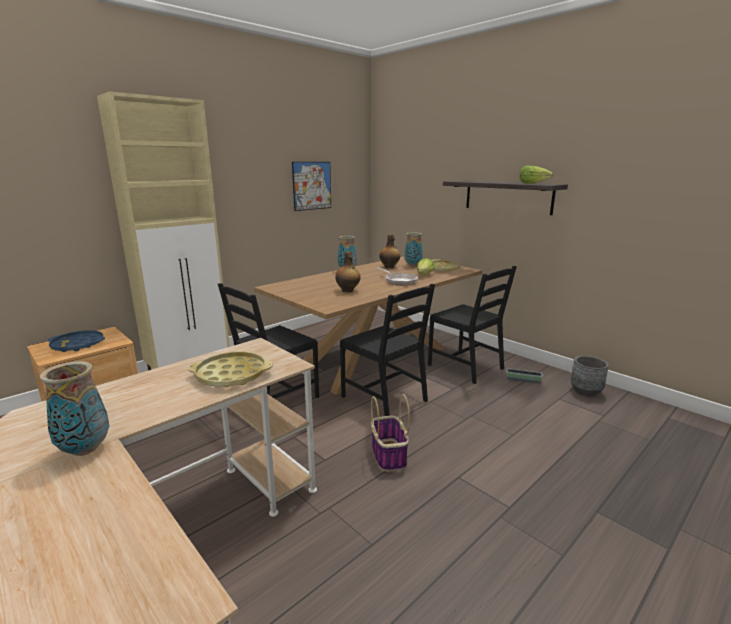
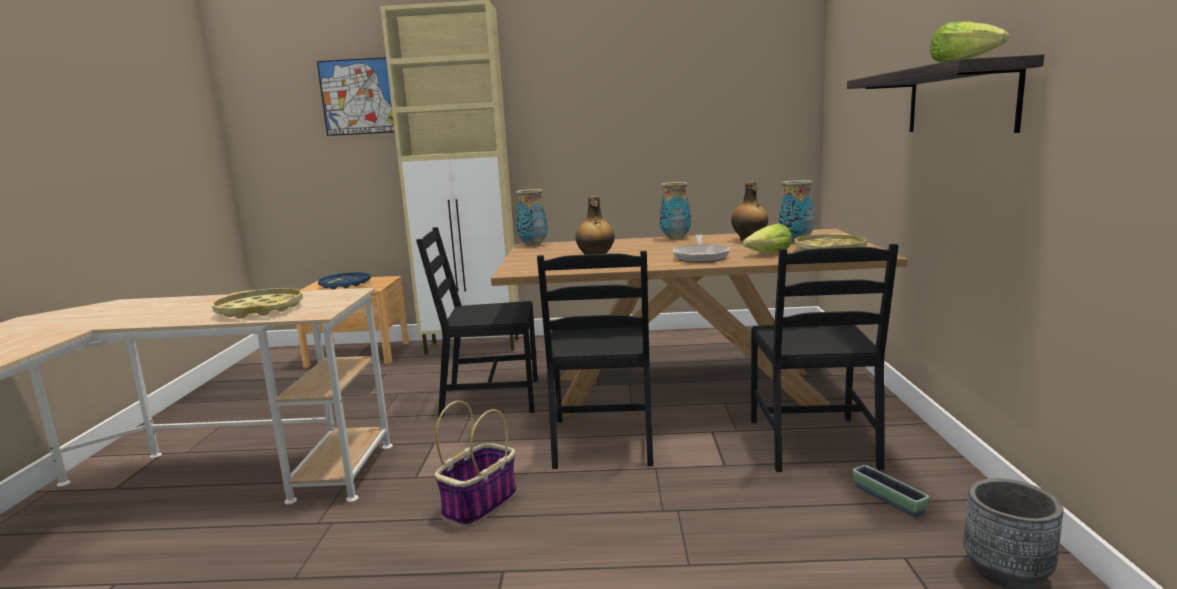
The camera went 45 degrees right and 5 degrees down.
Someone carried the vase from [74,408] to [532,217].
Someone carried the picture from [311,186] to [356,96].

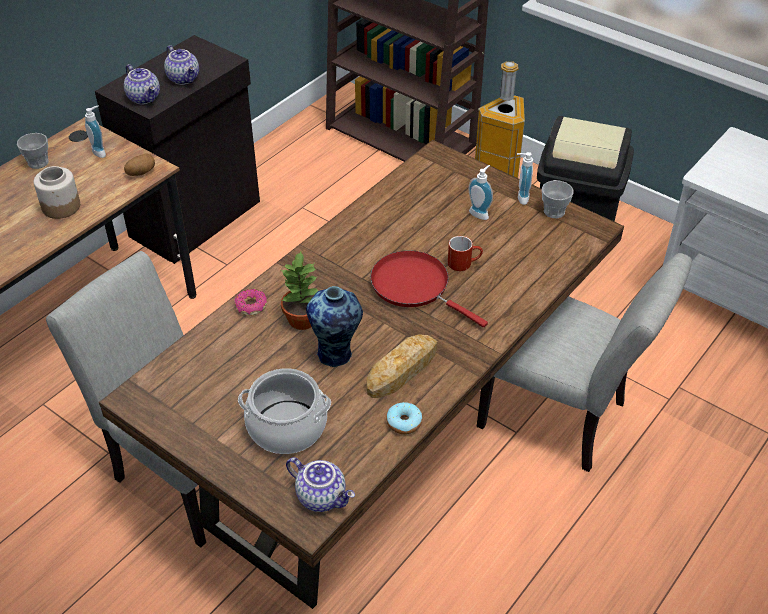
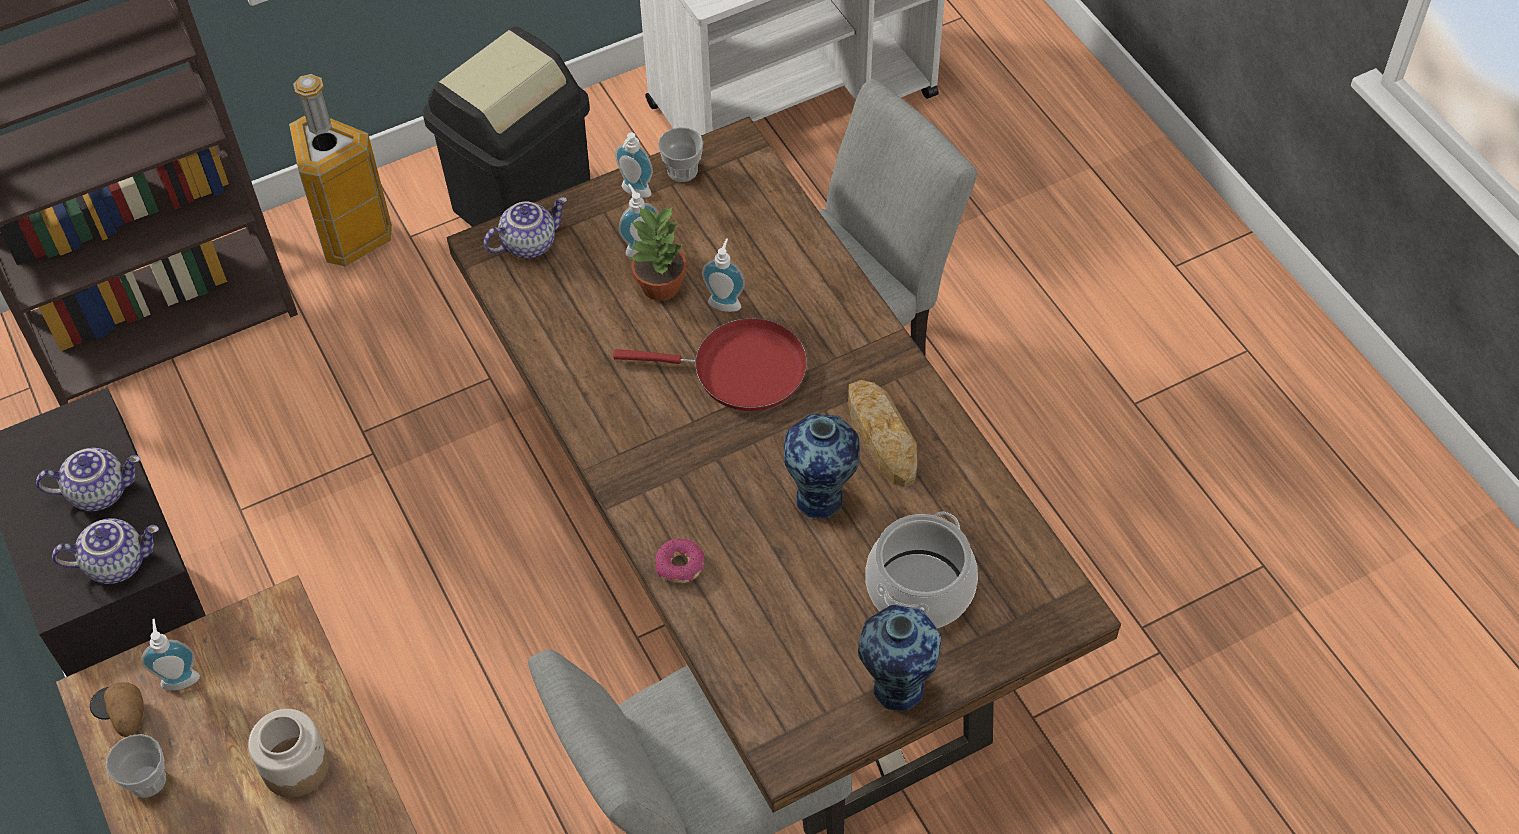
The camera went 65 degrees left and 10 degrees up.
Someone carried the potato from [139,164] to [124,710].
Someone carried the potted plant from [299,291] to [658,253].
Someone carried the teapot from [320,484] to [525,227].
Someone rotated the red frying pan at [429,288] by 150 degrees counterclockwise.
Someone took away the donut at [404,418].
Someone swapped the red mug at [465,253] for the soap dispenser at [723,275].
Someone put down the vase at [899,658].

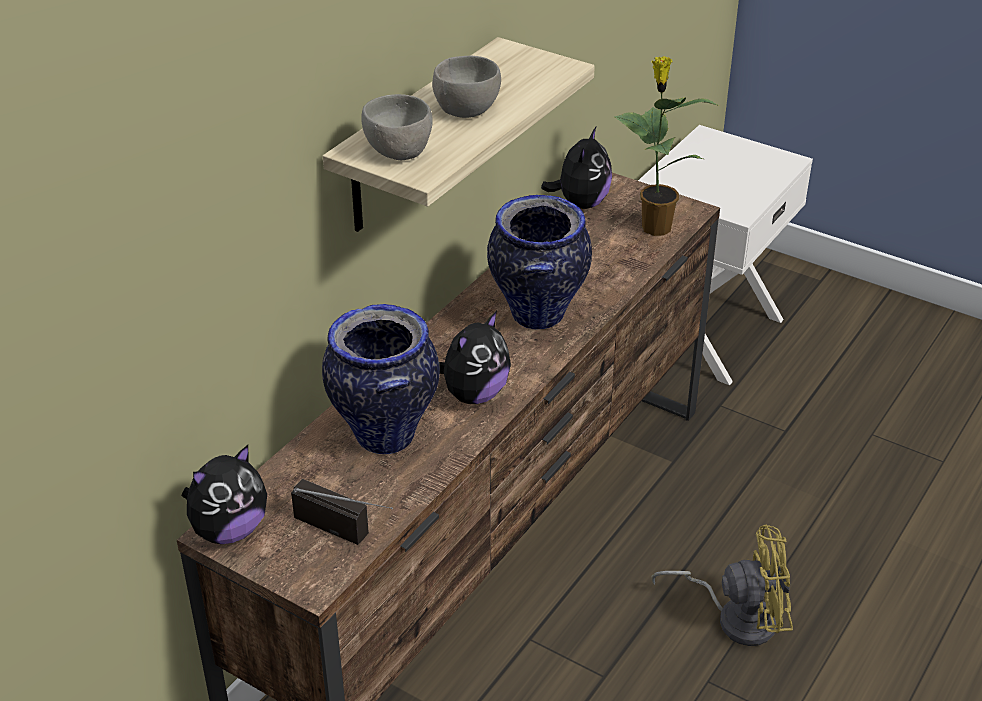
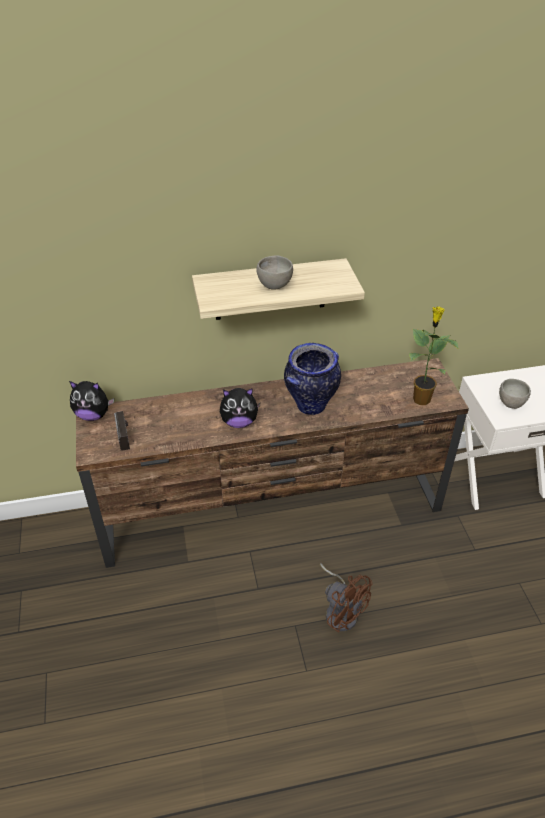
The camera went 45 degrees right and 5 degrees up.
Someone took away the vase at [381,379].
Someone carried the grey bowl from [397,127] to [515,394].
Someone took away the plush toy at [576,168].
Someone repainted the yellow fan at [722,585], which became the brown fan at [346,598].

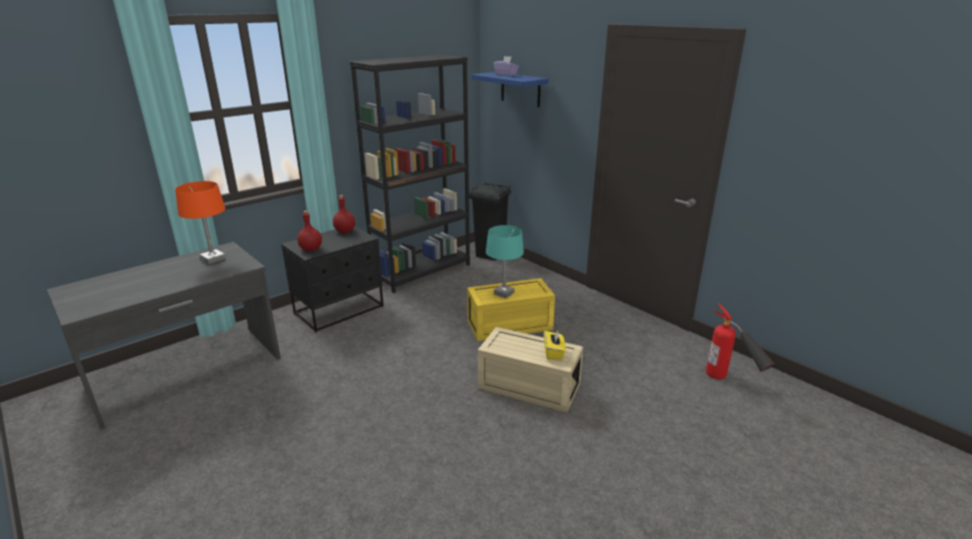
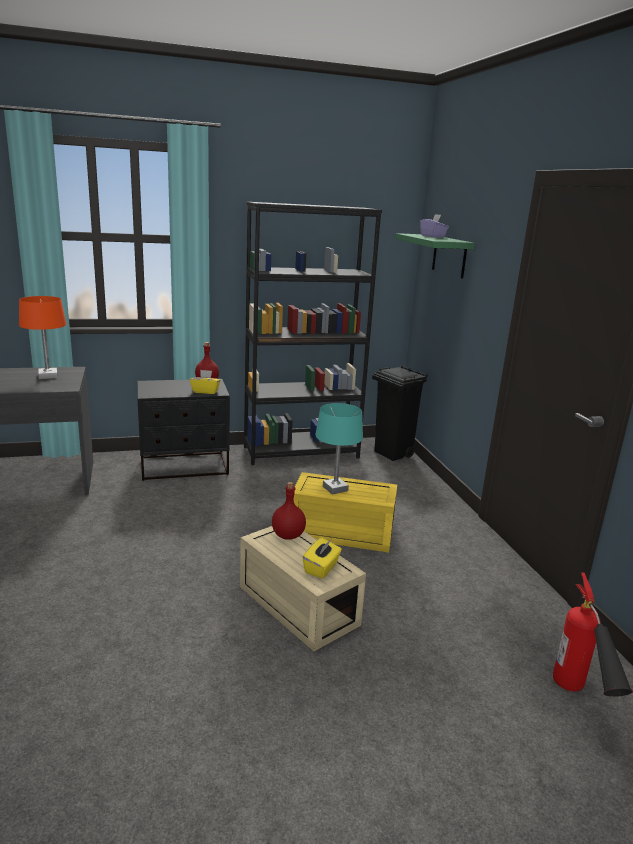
The camera went 25 degrees right and 5 degrees down.
Someone carried the red bottle from [309,231] to [289,511].
Someone repainted the blue shelf at [510,89], which became the green shelf at [435,256].
Someone put down the yellow tissue box at [205,382].

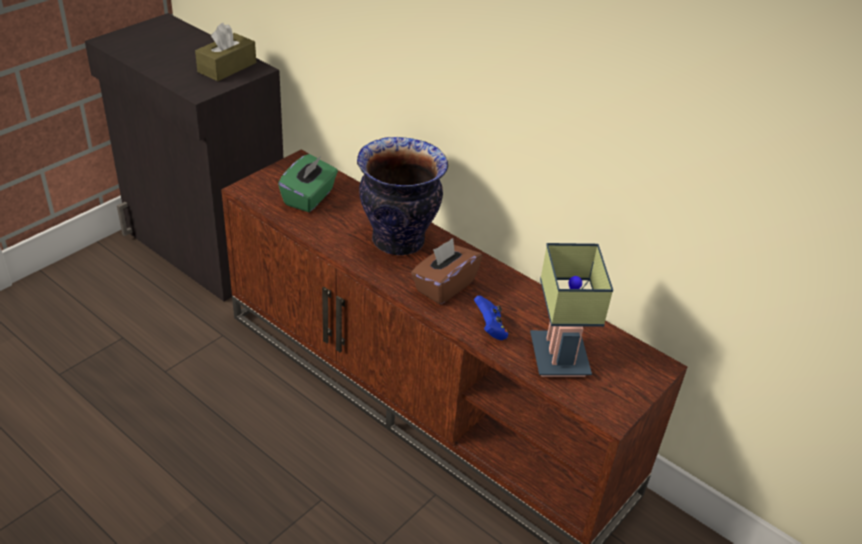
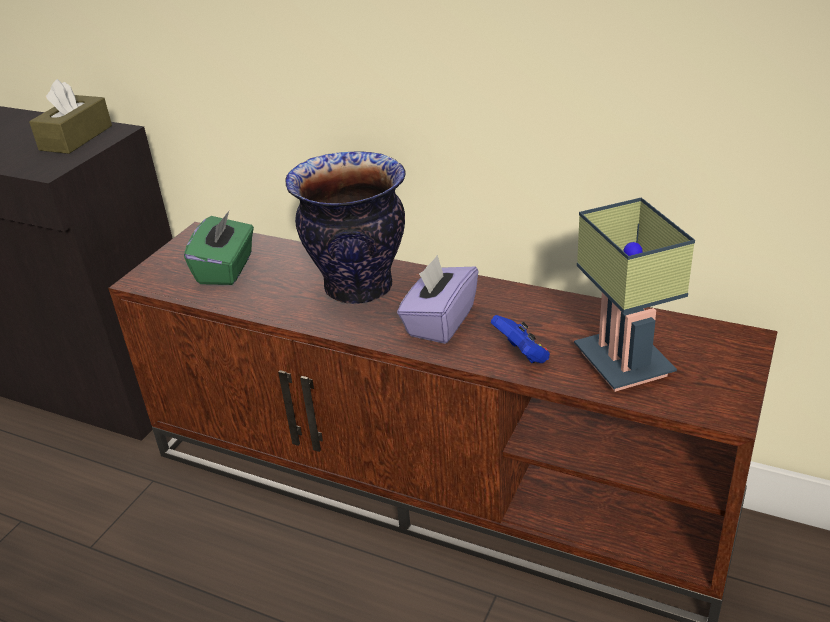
The camera went 10 degrees left and 5 degrees down.
Someone repainted the brown tissue box at [446,271], which became the purple tissue box at [437,299].

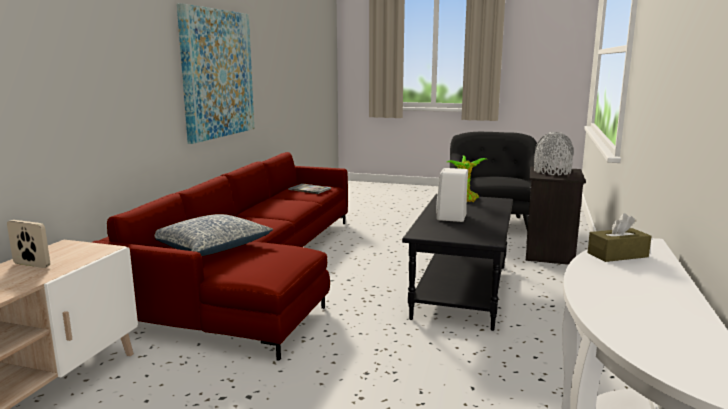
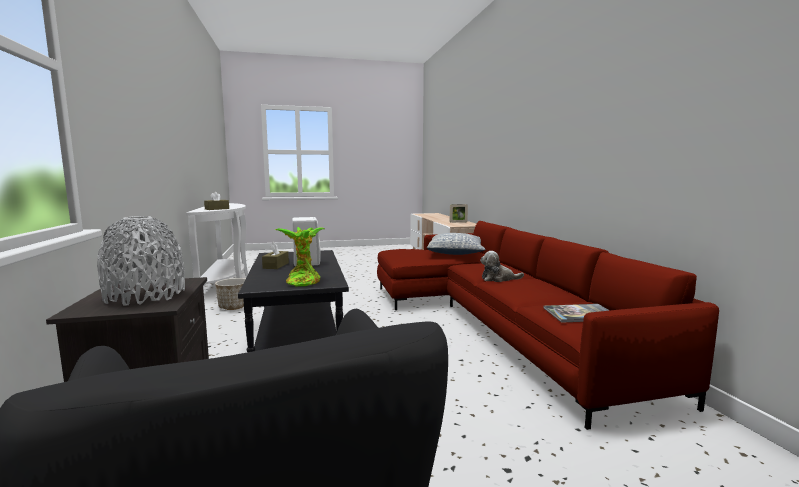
The camera went 150 degrees right and 5 degrees down.
Someone took away the picture at [215,73].
Someone put down the planter at [230,294].
Someone put down the brown tissue box at [275,255].
Someone put down the plush toy at [502,266].

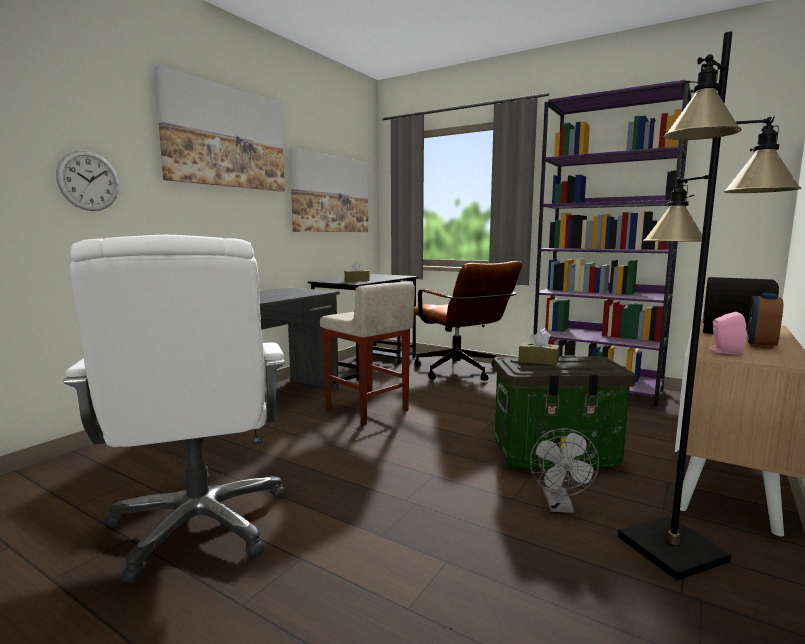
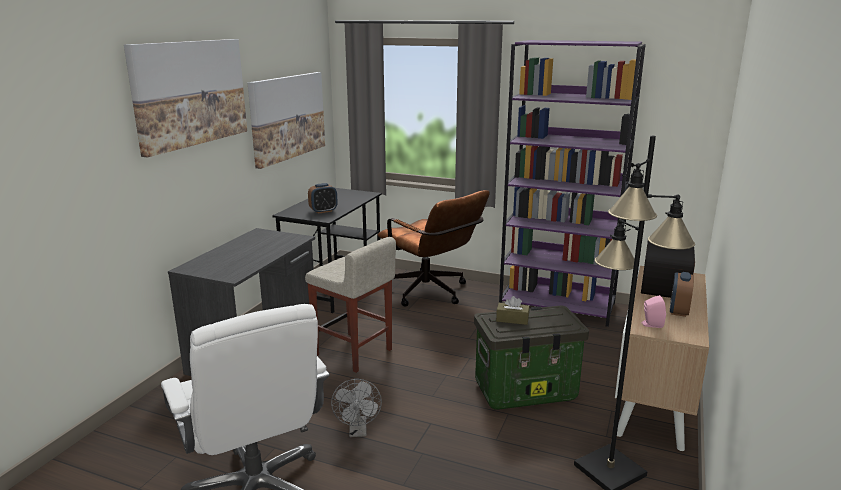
The camera went 10 degrees left and 10 degrees up.
Someone took away the wall clock at [87,180].
Someone swapped the brown tissue box at [357,271] for the alarm clock at [323,198].
Someone carried the grey fan from [564,470] to [356,408].

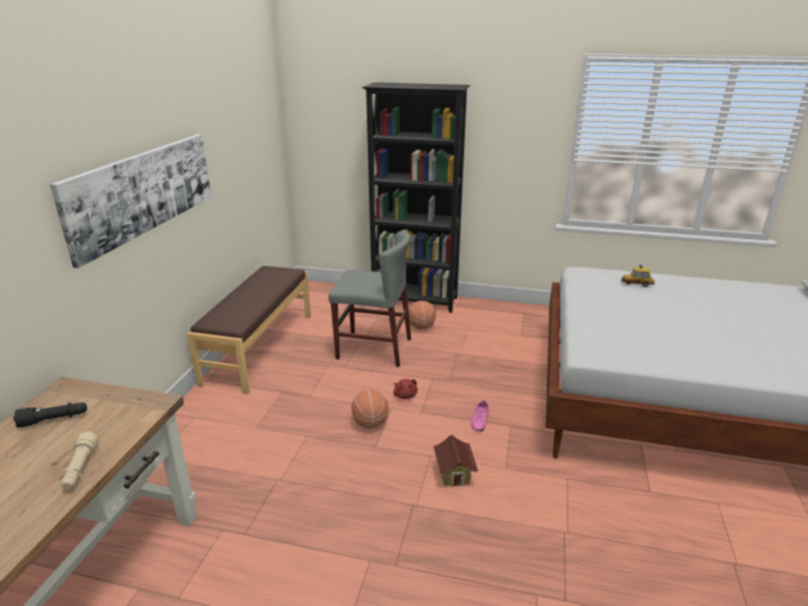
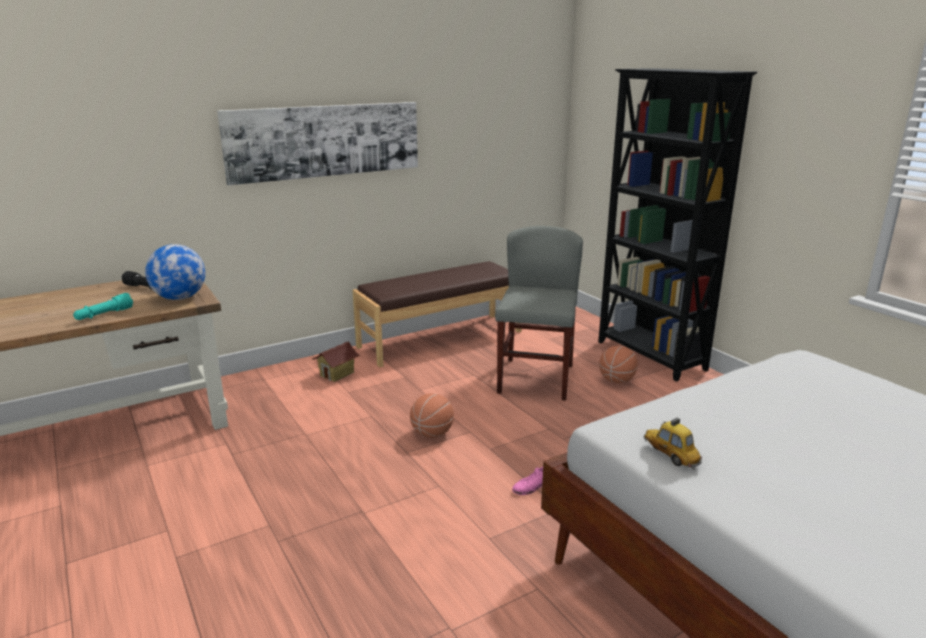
The camera went 45 degrees right and 5 degrees down.
Someone repainted the beige flashlight at [80,460], which became the turquoise flashlight at [103,306].
Someone rotated the grey chair at [370,299] by 135 degrees counterclockwise.
Someone took away the red plush toy at [405,389].
Someone carried the toy house from [456,461] to [336,361].
Someone carried the toy car from [638,275] to [673,443].
Someone put down the globe at [175,272].

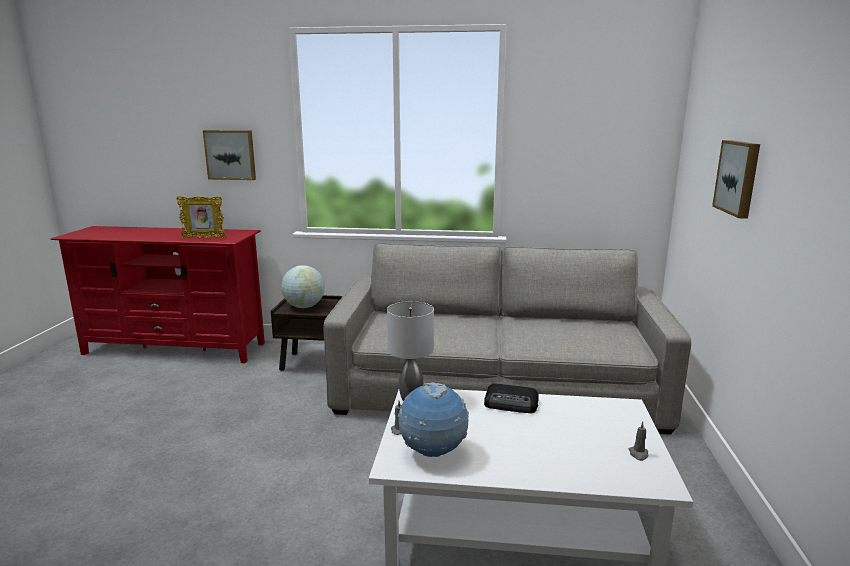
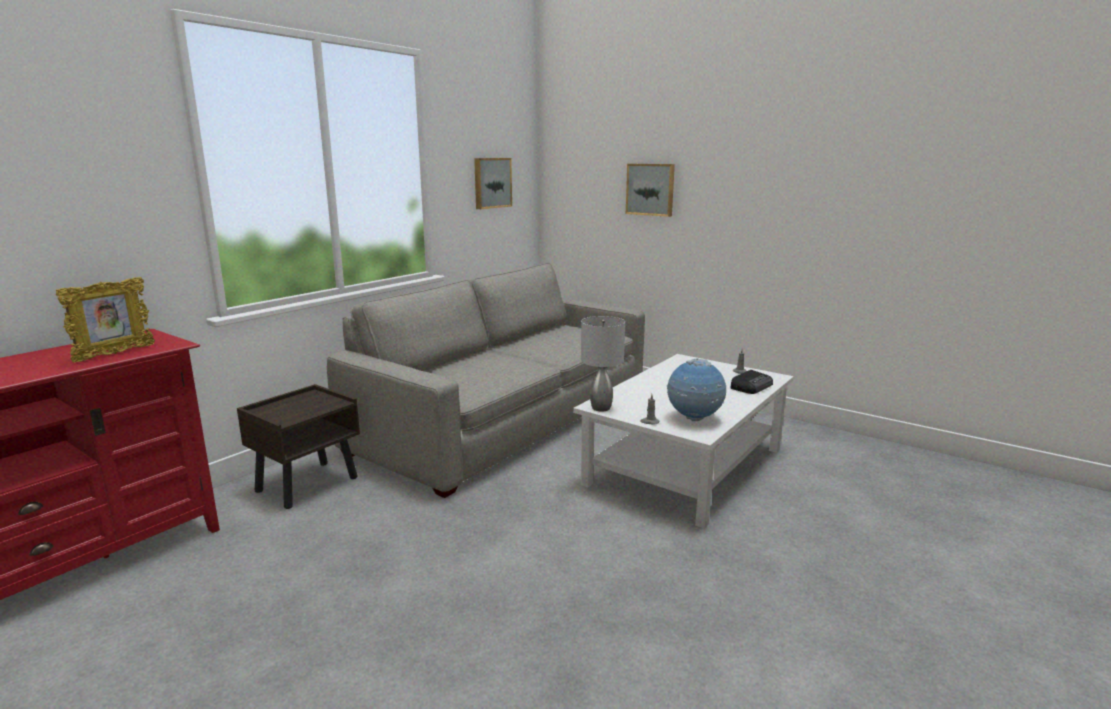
The camera went 60 degrees left and 0 degrees up.
Someone carried the picture from [229,155] to [493,183].
Someone took away the globe at [303,286].
Someone carried the radio from [511,398] to [751,382].

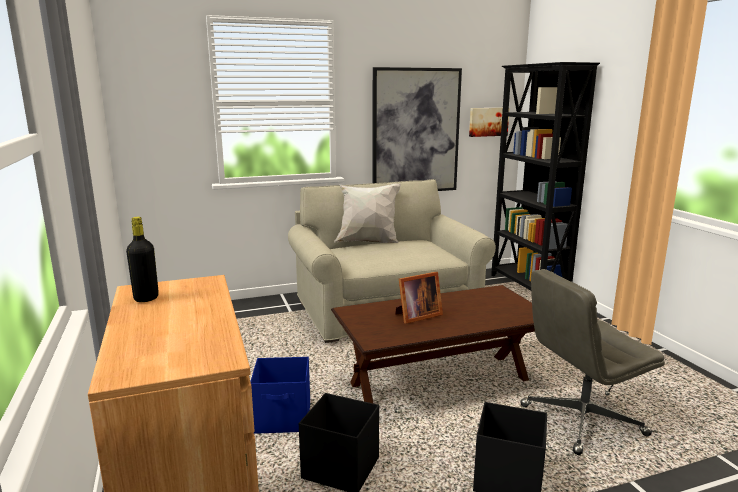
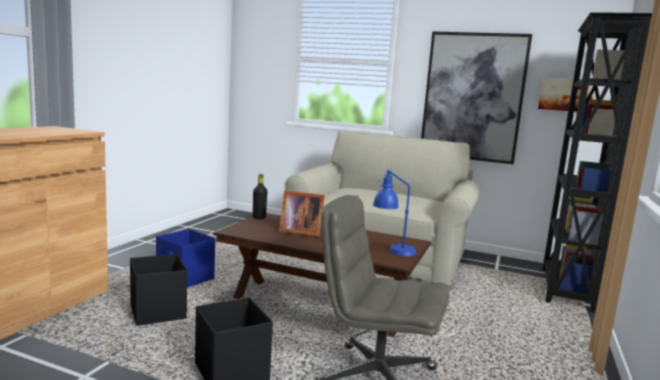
The camera went 40 degrees right and 5 degrees down.
Someone carried the black bottle from [142,259] to [260,196].
Someone took away the white pillow at [367,213].
Someone put down the blue table lamp at [394,213].

